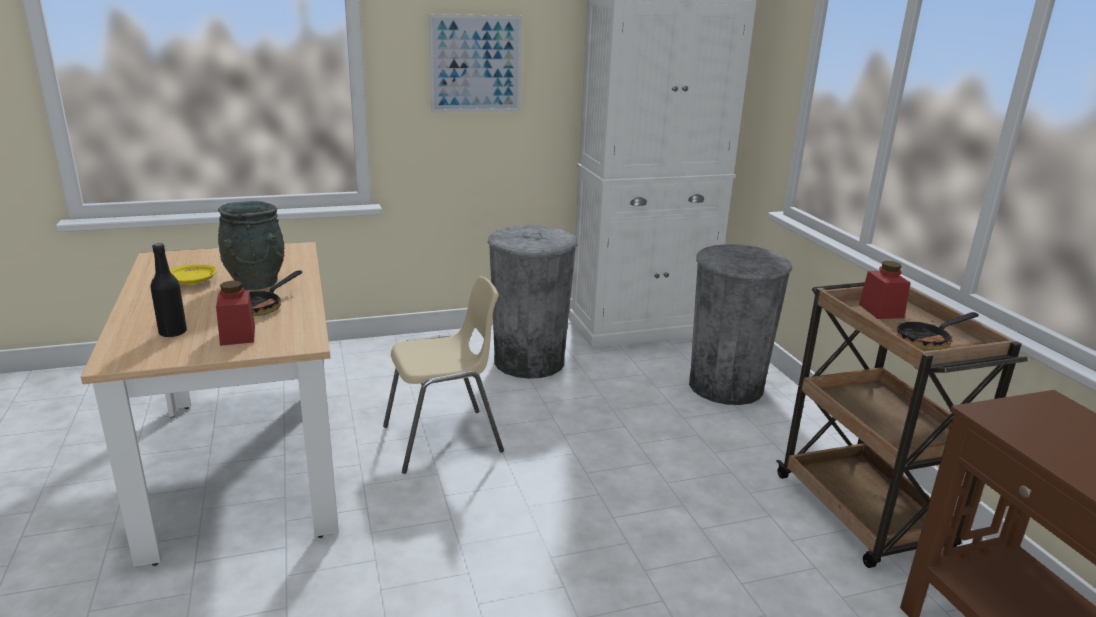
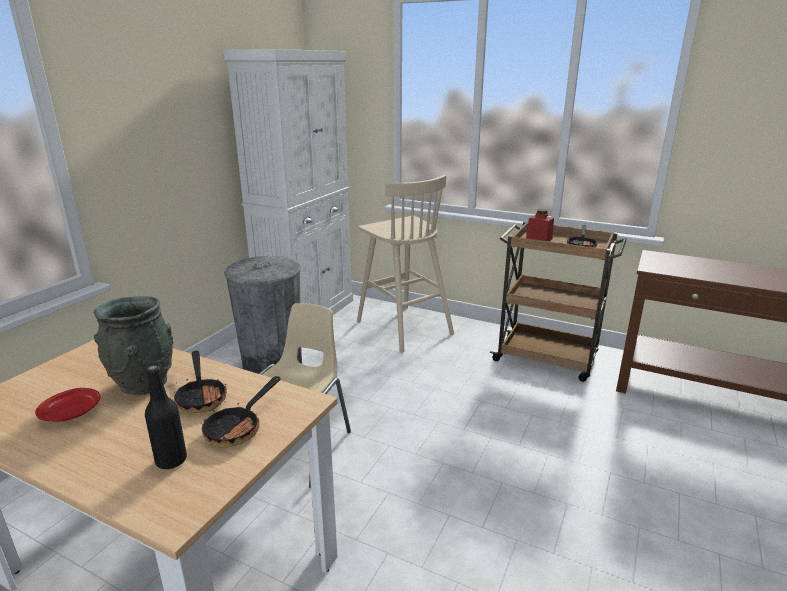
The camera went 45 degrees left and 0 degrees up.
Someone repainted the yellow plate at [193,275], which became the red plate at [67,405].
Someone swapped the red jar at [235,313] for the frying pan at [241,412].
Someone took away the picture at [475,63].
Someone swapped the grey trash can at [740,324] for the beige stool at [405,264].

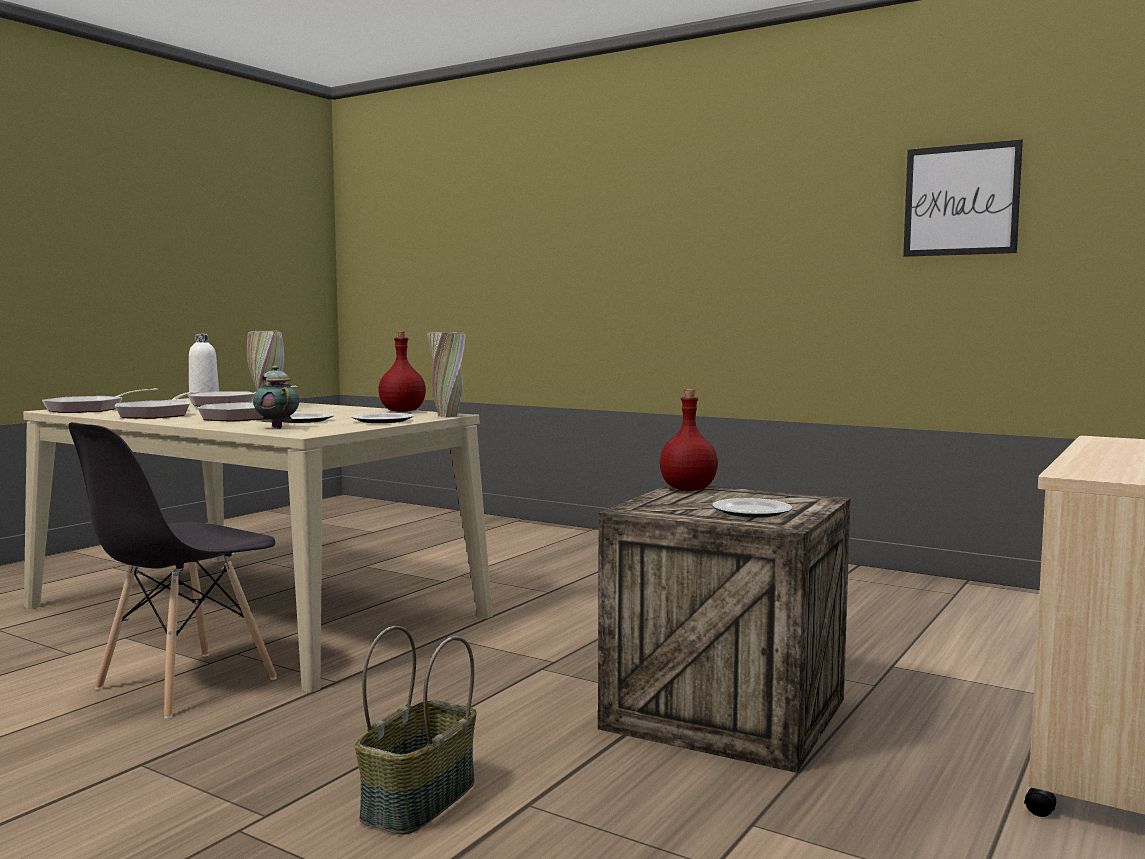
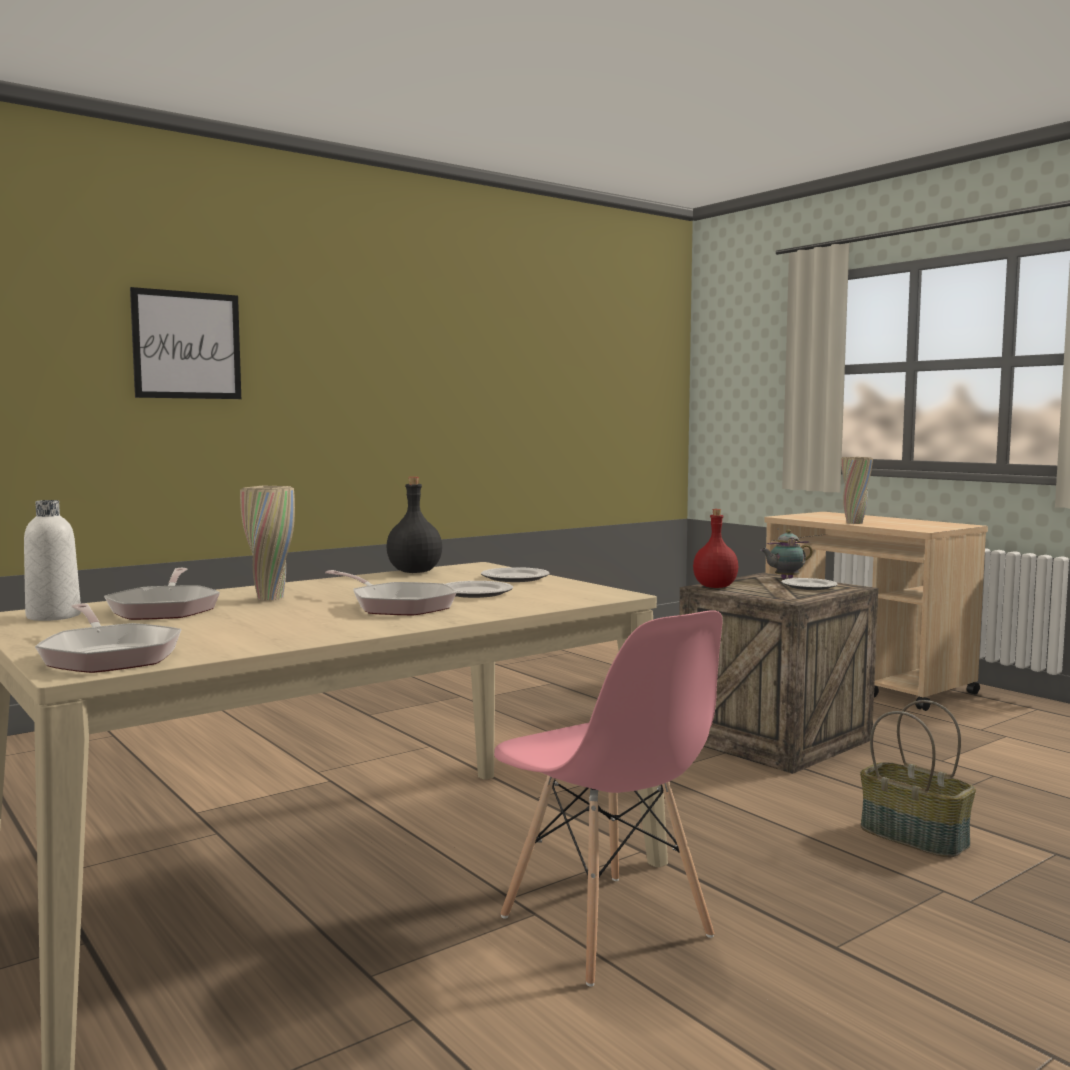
The camera went 70 degrees left and 0 degrees up.
Someone repainted the grey chair at [172,570], which became the pink chair at [608,798].
Someone took away the frying pan at [157,405].
Someone carried the teapot from [276,397] to [786,554].
Someone repainted the red bottle at [402,371], which became the black bottle at [414,525].
Someone carried the beige vase from [446,375] to [857,490].
Someone carried the picture from [963,198] to [185,343].

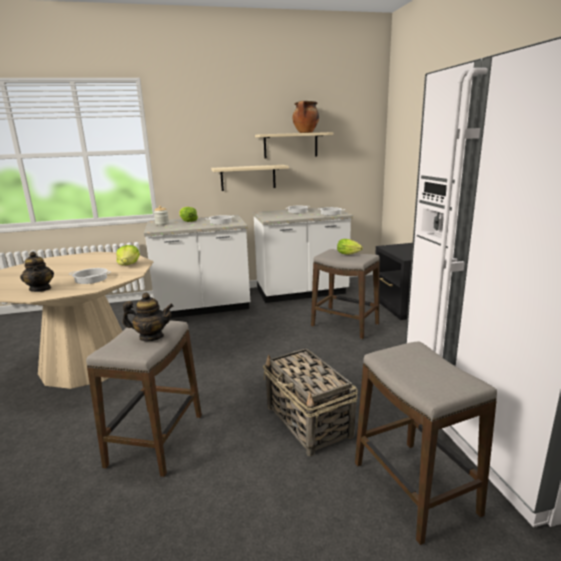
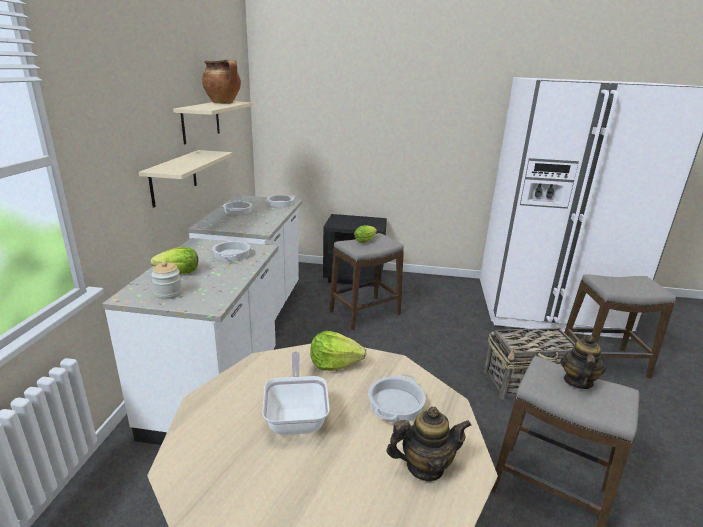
The camera went 70 degrees left and 5 degrees up.
Someone put down the frying pan at [296,393].

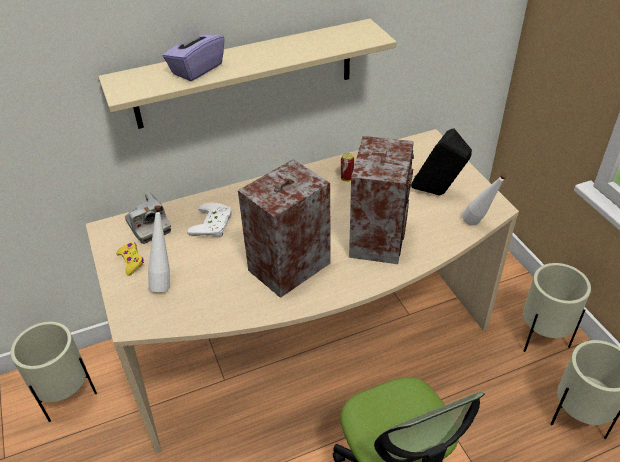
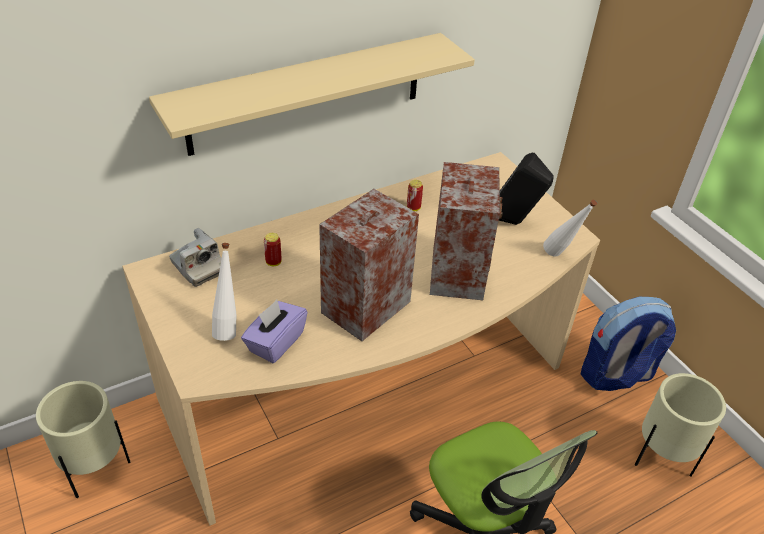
The camera went 10 degrees left and 0 degrees up.
Someone took away the yellow game controller at [130,259].
Someone carried the purple tissue box from [194,52] to [274,331].
Someone swapped the white game controller at [209,220] for the can at [273,249].
Someone swapped the beige planter at [557,307] for the backpack at [628,344].

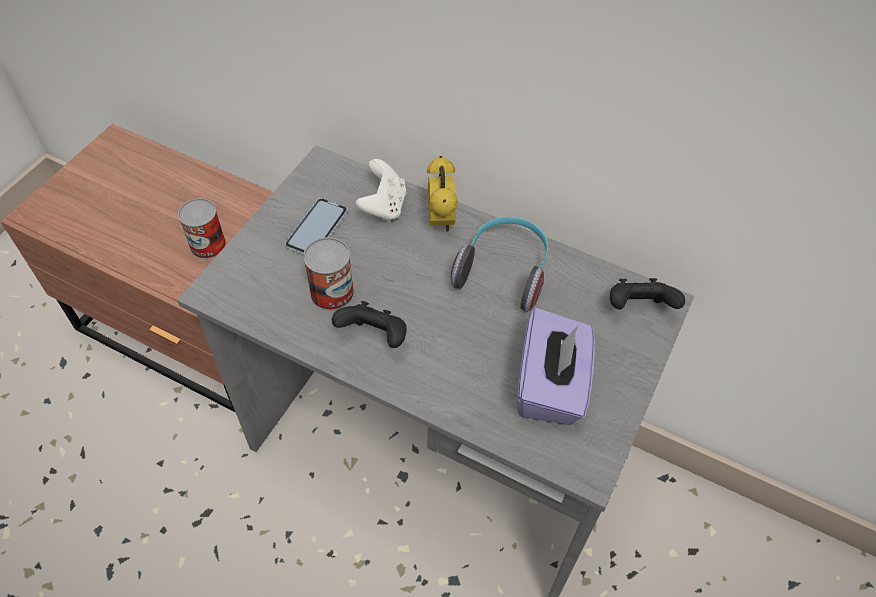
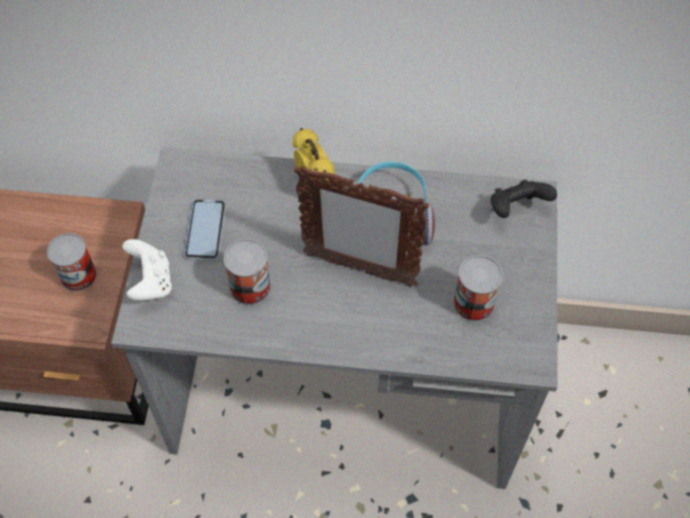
The camera went 20 degrees left and 5 degrees up.
Someone took away the black game controller at [369,324].
Someone carried the white game controller from [381,190] to [147,270].
Someone swapped the purple tissue box at [556,366] for the can at [478,288].
Someone put down the picture frame at [361,226].

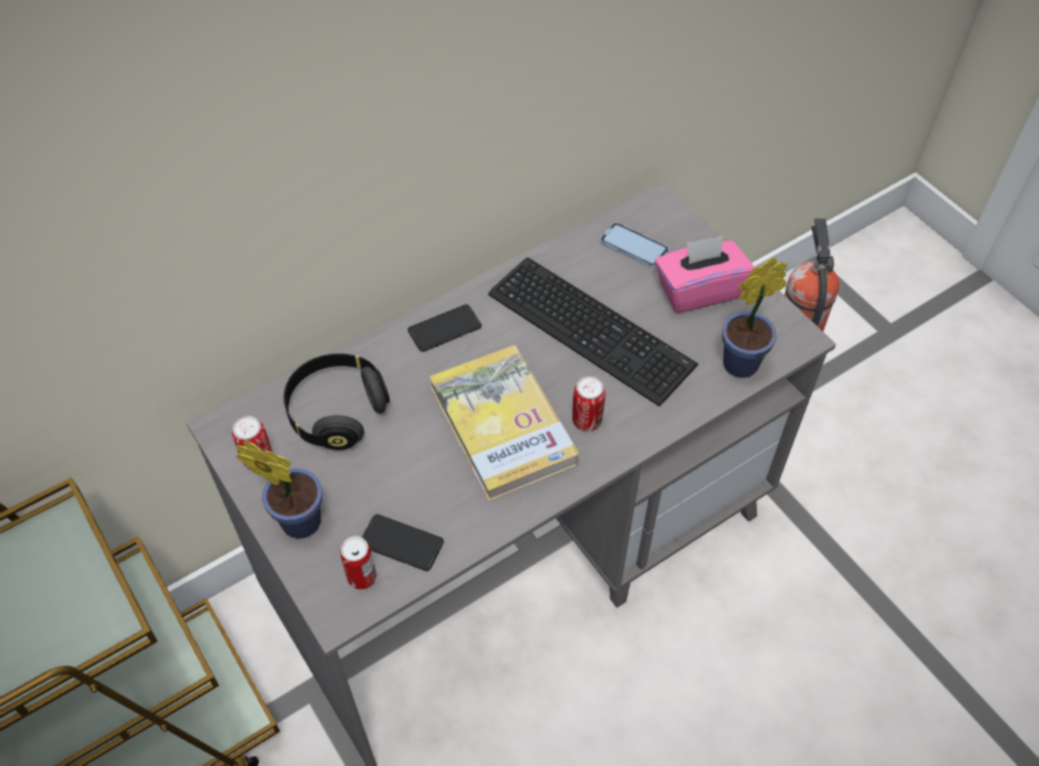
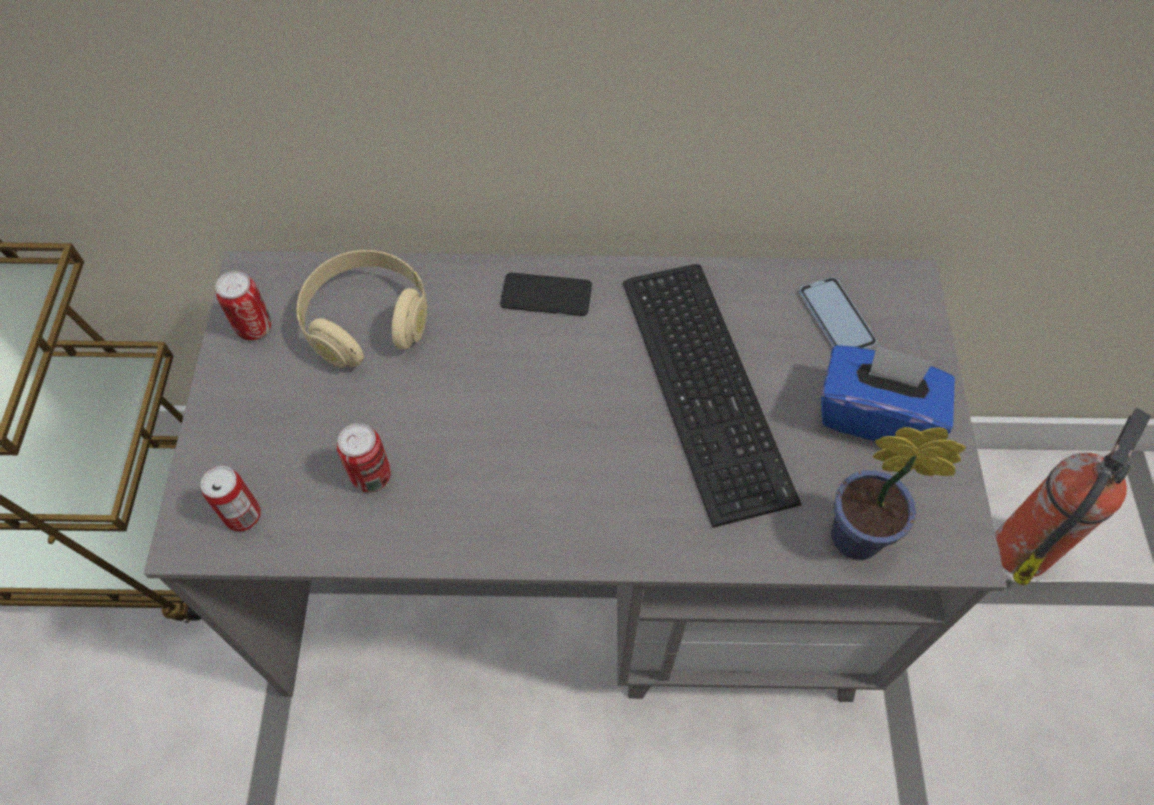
The camera went 35 degrees right and 5 degrees up.
Someone took away the potted plant at [278,489].
Someone repainted the black headphones at [337,401], which became the beige headphones at [362,309].
Someone took away the phone at [402,542].
Someone took away the book at [504,423].
Someone carried the can from [588,403] to [364,457].
Someone repainted the pink tissue box at [705,274], which became the blue tissue box at [888,393].

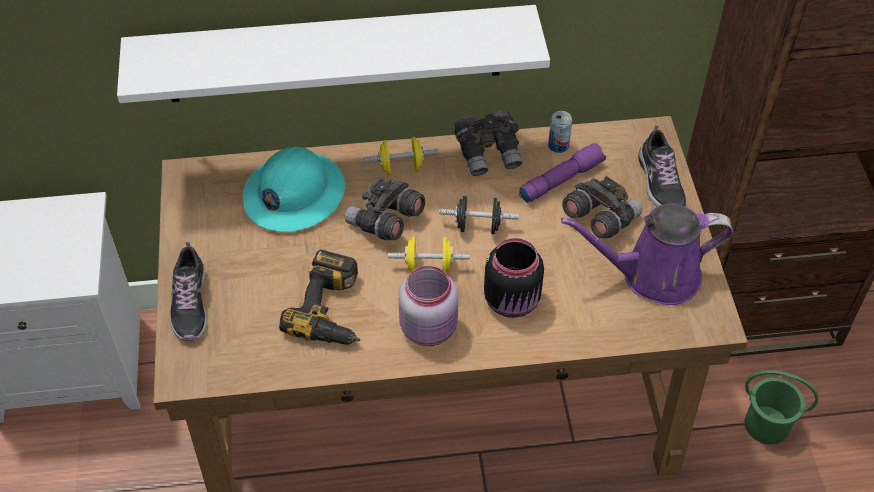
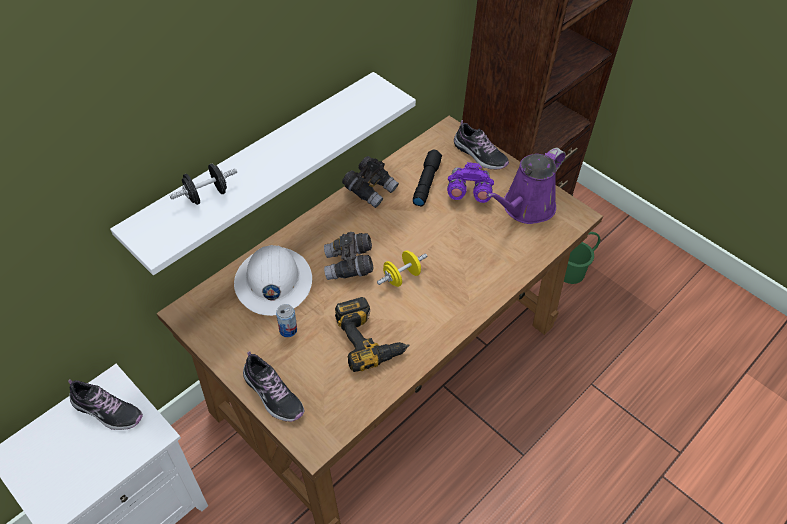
The camera went 40 degrees left and 0 degrees up.
Someone repainted the turquoise hard hat at [294,189], which became the white hard hat at [273,280].
Someone took away the yellow dumbbell at [401,156].
Someone took away the pink jar at [428,306].
Someone carried the black dumbbell from [479,215] to [203,184].
Someone took away the black jar at [514,278].
Someone repainted the purple flashlight at [562,173], which became the black flashlight at [427,178].
Someone carried the can from [560,132] to [286,320].
Someone repainted the grey binoculars at [602,207], which became the purple binoculars at [470,182].
Someone put down the shoe at [105,404].

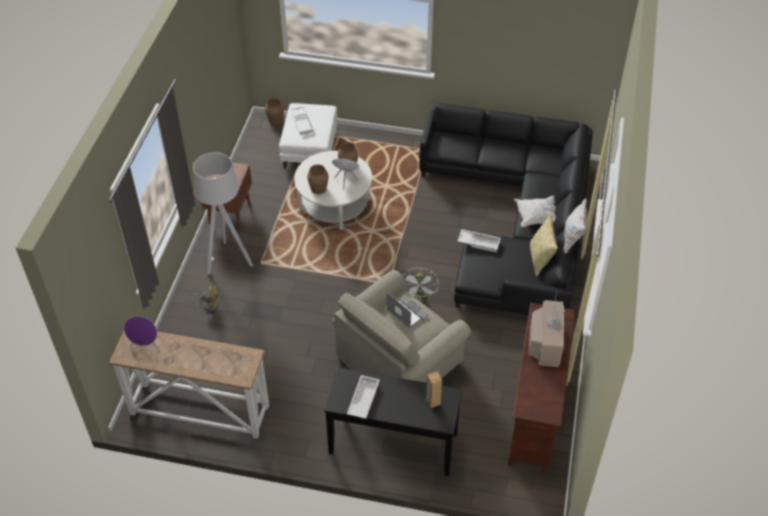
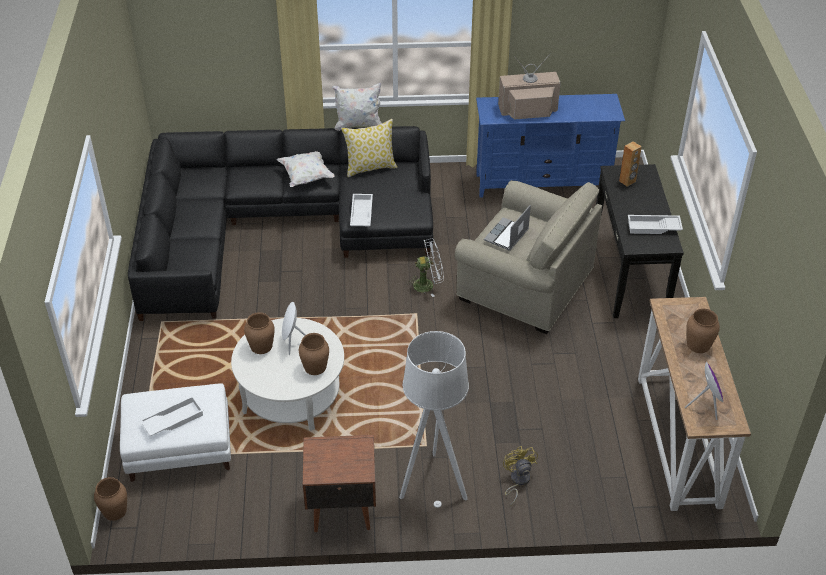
The camera went 105 degrees left and 5 degrees down.
Someone repainted the brown tv stand at [541,388], which became the blue tv stand at [550,146].
Someone put down the brown vase at [703,330].

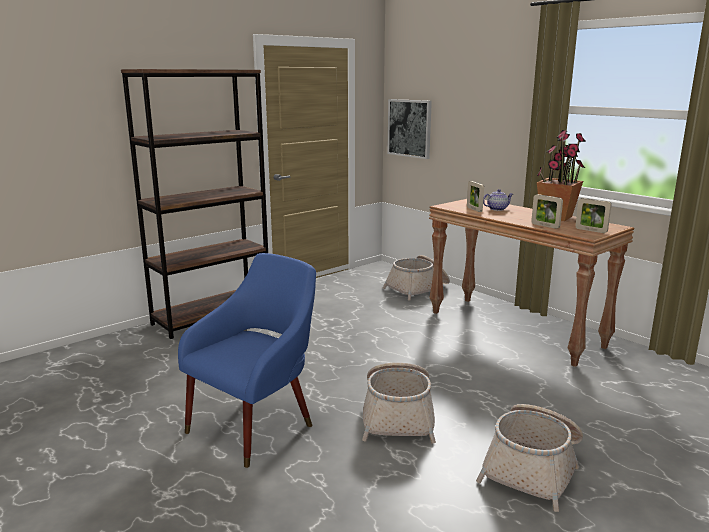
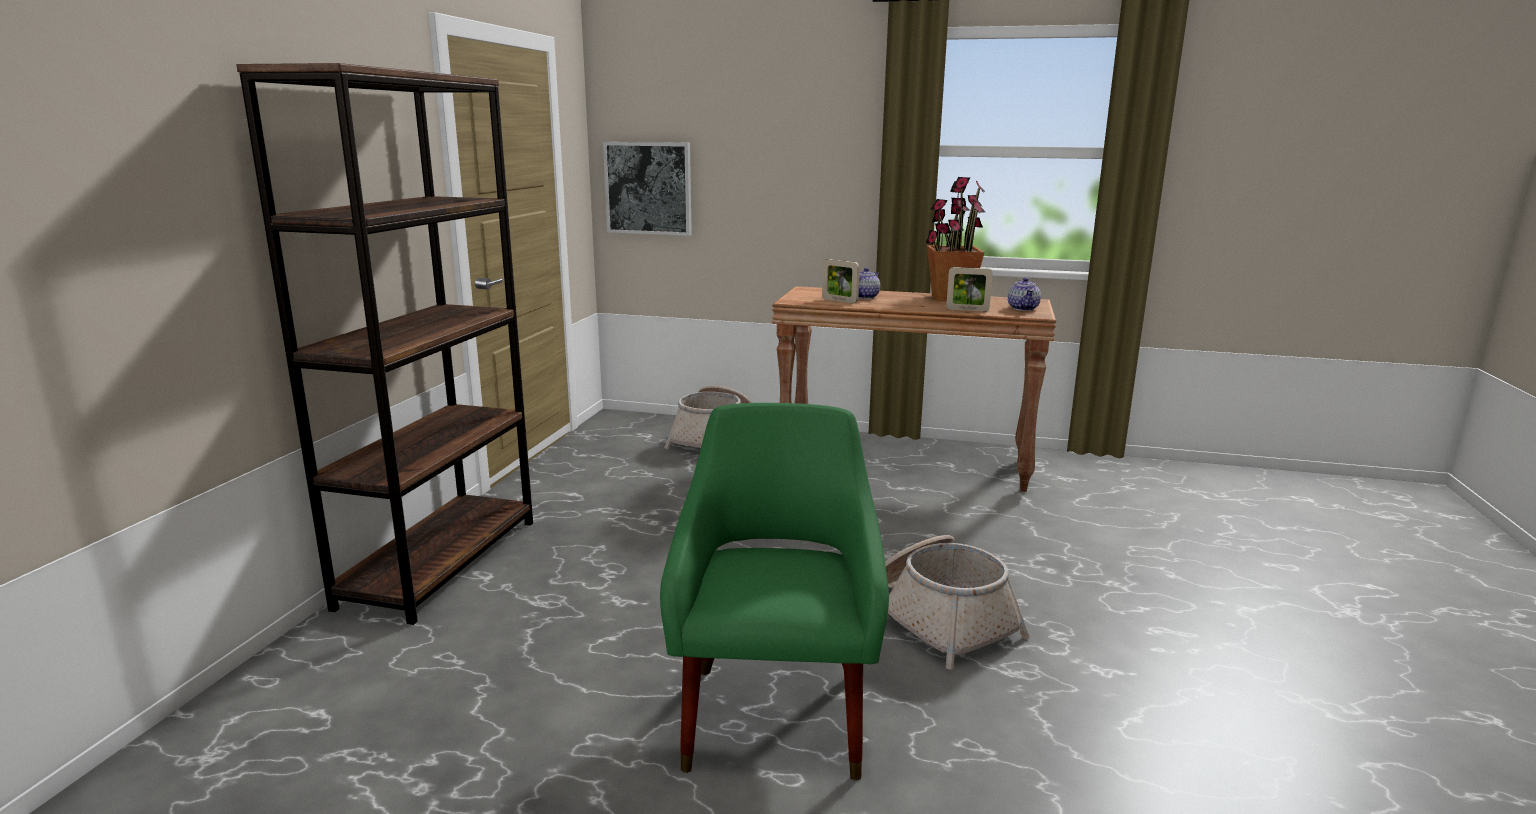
The camera went 35 degrees left and 0 degrees up.
Someone repainted the blue armchair at [247,360], which became the green armchair at [774,591].
Someone took away the basket at [529,458].
Someone swapped the picture frame at [593,215] for the teapot at [1024,294].

